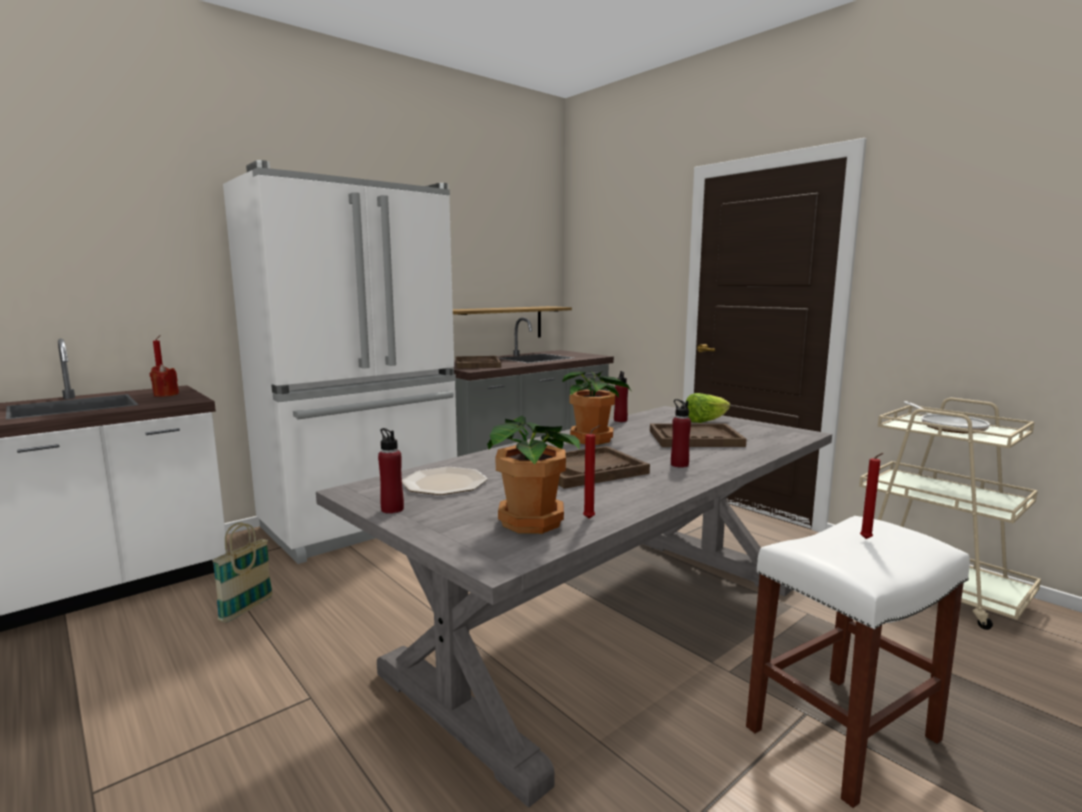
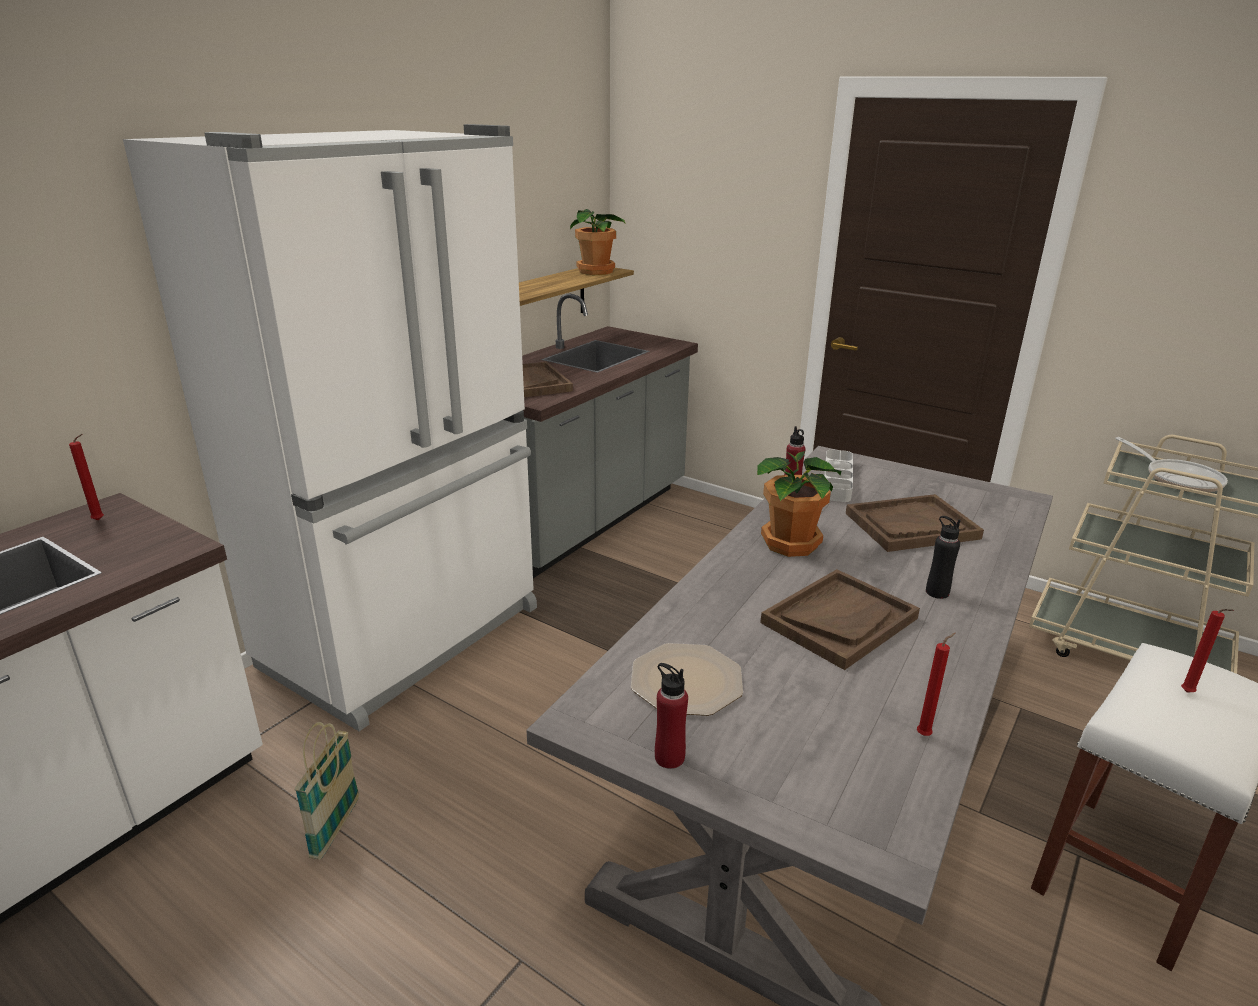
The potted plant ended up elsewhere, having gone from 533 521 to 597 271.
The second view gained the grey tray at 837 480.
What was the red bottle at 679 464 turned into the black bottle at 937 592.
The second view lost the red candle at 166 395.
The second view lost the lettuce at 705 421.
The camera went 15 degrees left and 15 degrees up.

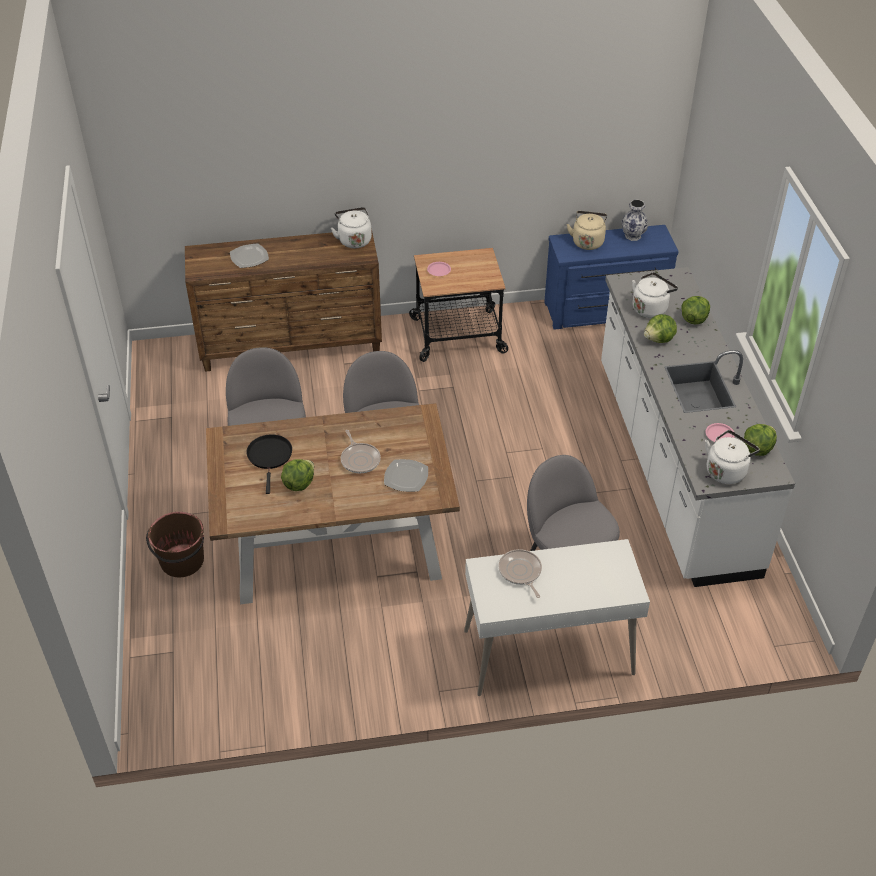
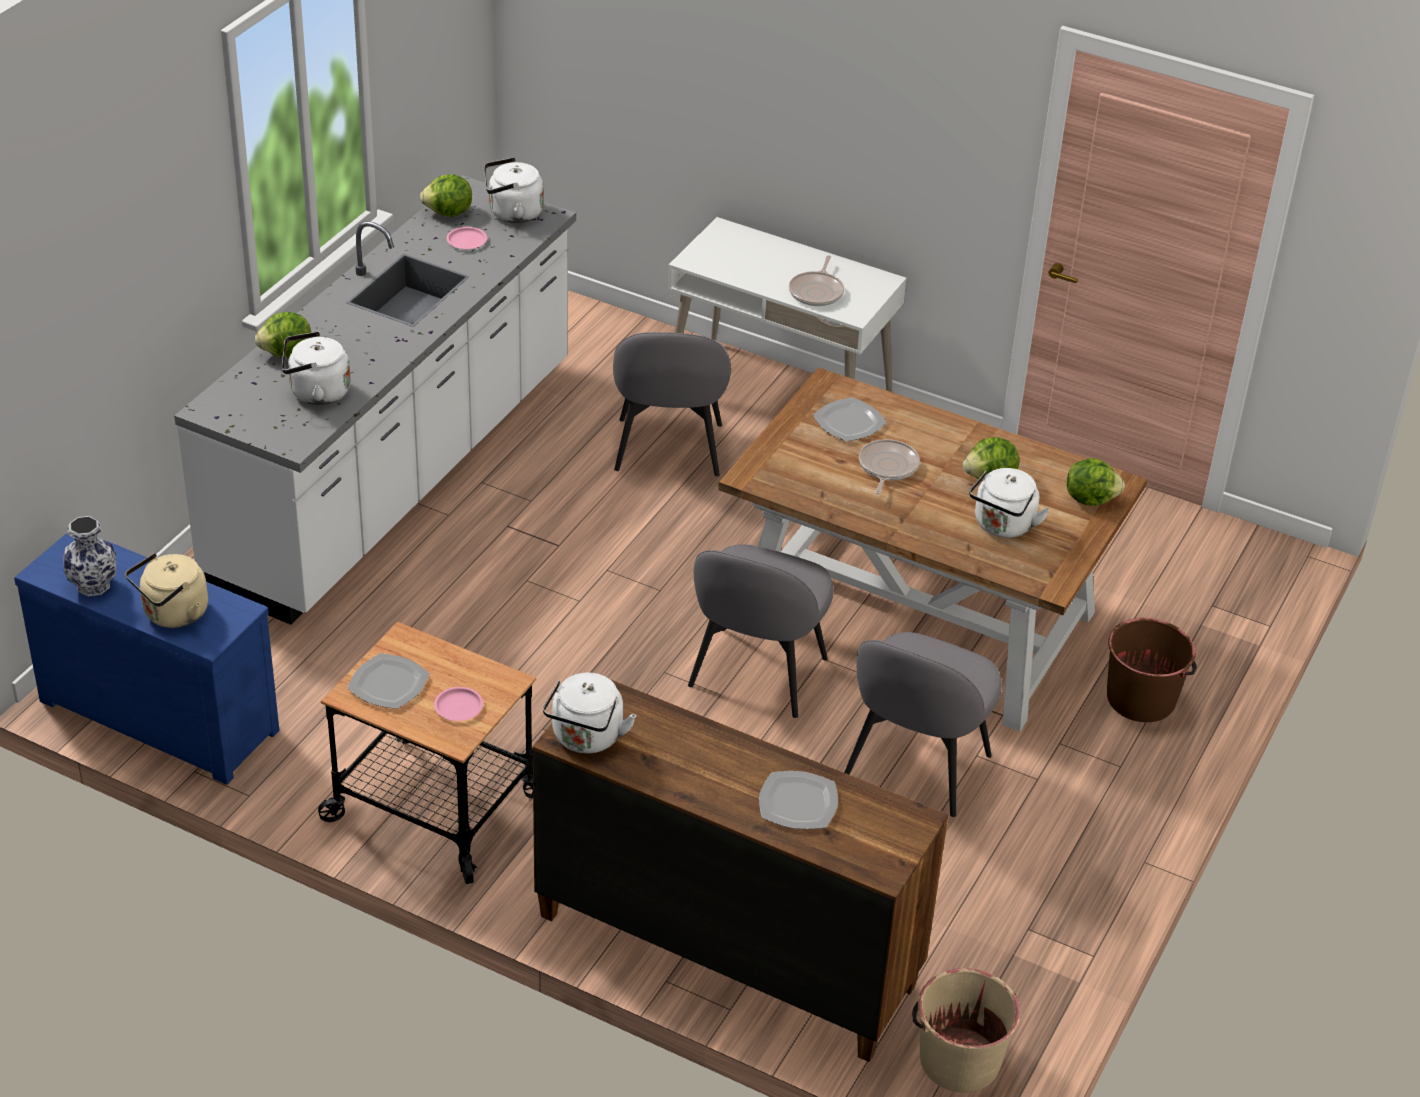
The second view gained the plate at 389 683.
The second view gained the beige bucket at 958 1059.
Where the black frying pan stood at 270 457, the white kettle came to stand at 1002 526.
The lettuce ended up elsewhere, having gone from 659 339 to 1090 498.
The camera went 145 degrees left and 5 degrees down.

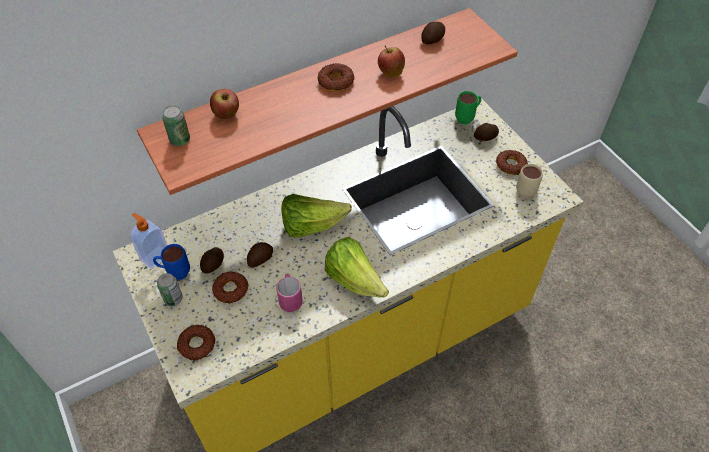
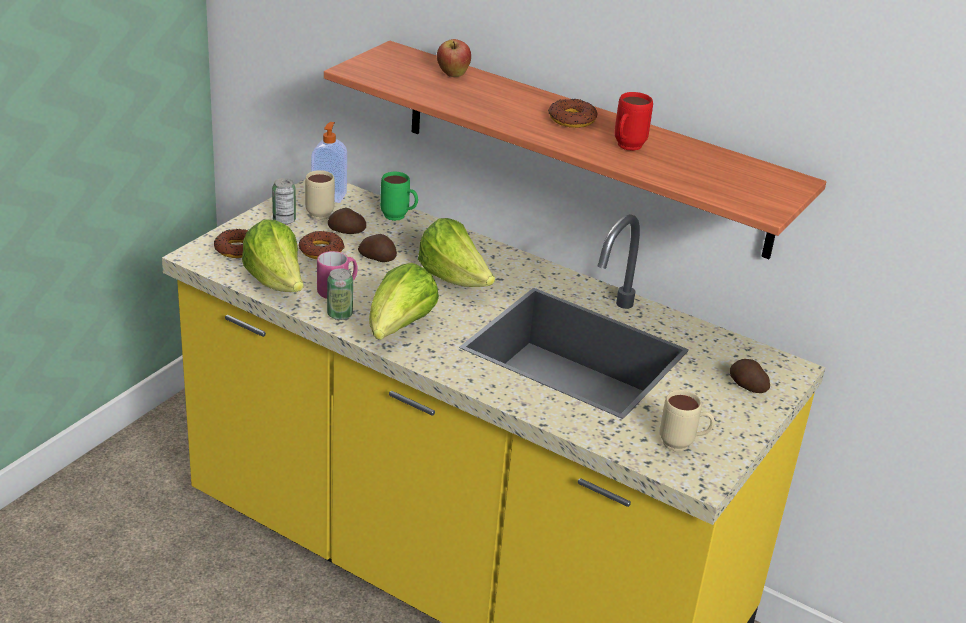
The second view gained the lettuce at 276 283.
What was the blue mug at 175 273 turned into the beige mug at 317 212.
The can ended up elsewhere, having gone from 180 140 to 339 314.
The green mug ended up elsewhere, having gone from 467 118 to 399 218.
Where the apple stood at 390 73, the red mug came to stand at 626 148.
The second view lost the potato at 433 40.
The second view lost the donut at 511 165.
The camera went 60 degrees right and 20 degrees down.

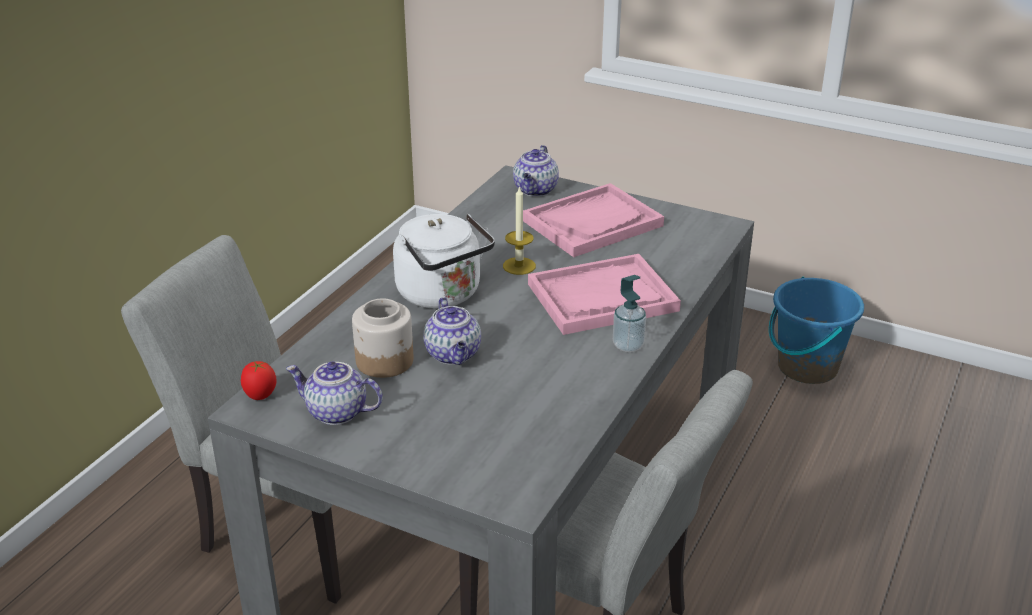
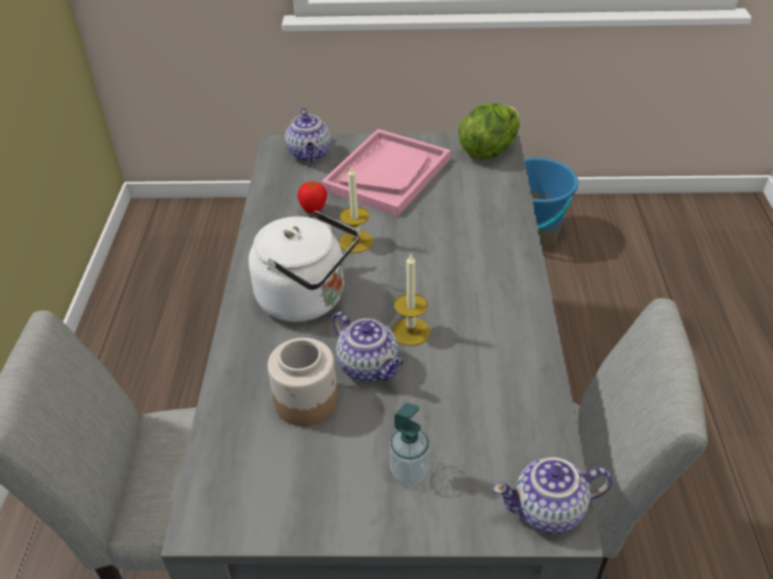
The tomato ended up elsewhere, having gone from 260 396 to 313 210.
The soap dispenser ended up elsewhere, having gone from 628 345 to 409 472.
The second view gained the candle at 411 331.
The second view gained the lettuce at 489 150.
The teapot ended up elsewhere, having gone from 335 413 to 548 512.
The second view lost the pink tray at 602 298.
The camera went 25 degrees left and 10 degrees up.

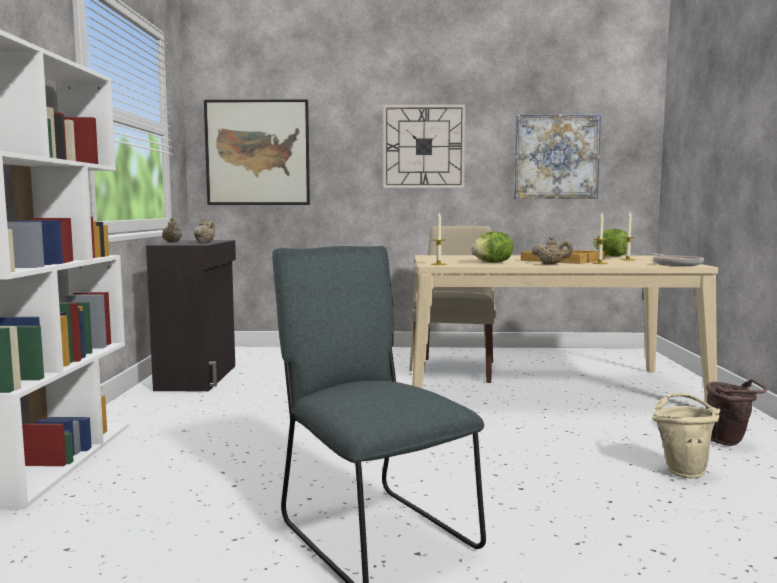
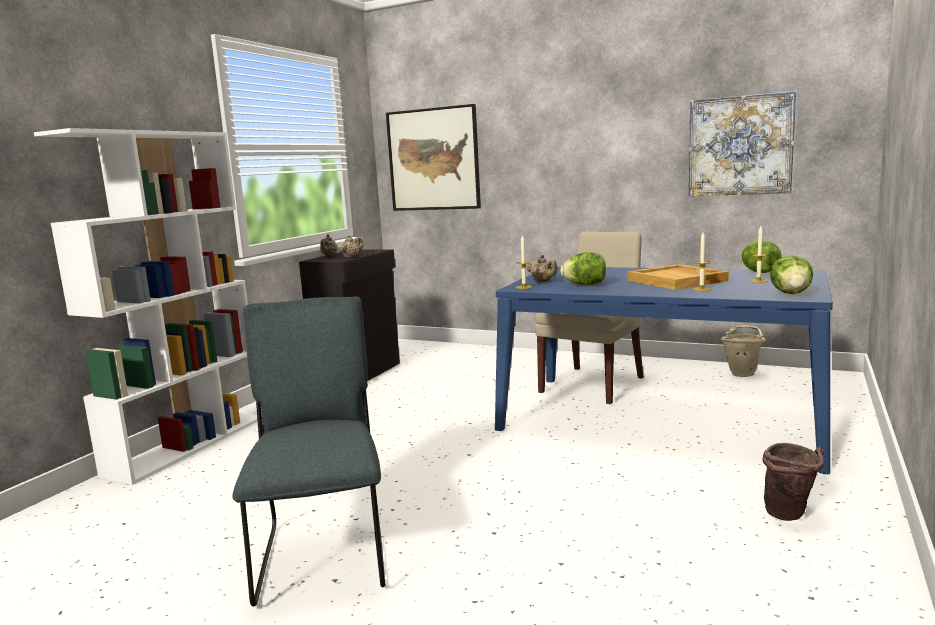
What was the beige dining table at 545 388 turned into the blue dining table at 660 417.
The beige teapot ended up elsewhere, having gone from 551 264 to 542 281.
The beige bucket ended up elsewhere, having gone from 683 470 to 743 373.
Where the frying pan stood at 675 264, the lettuce came to stand at 791 294.
The second view lost the wall clock at 423 146.
The camera went 25 degrees right and 5 degrees up.

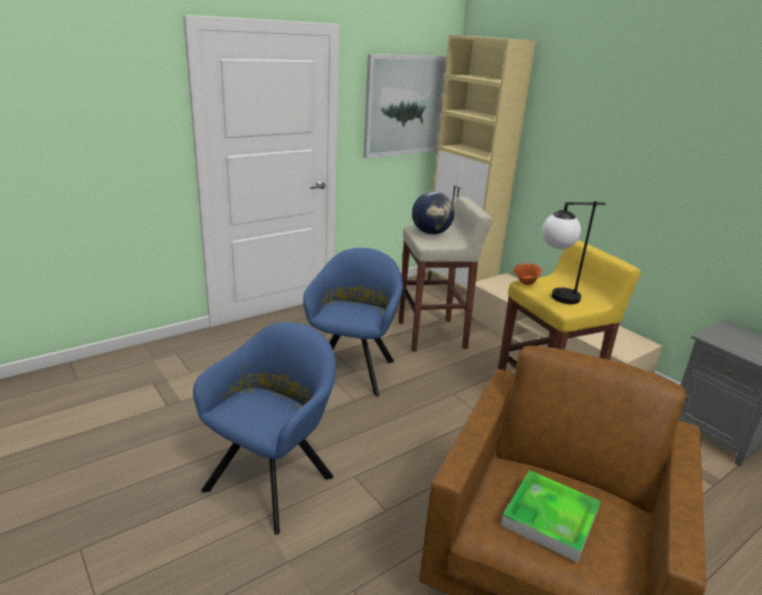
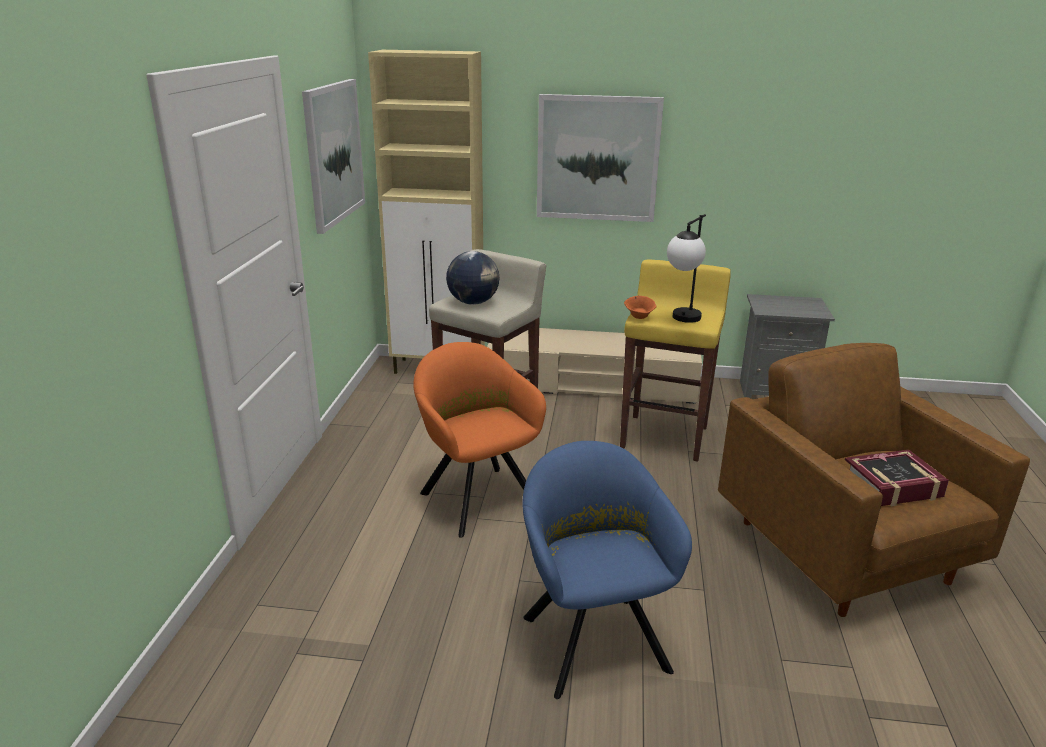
What was the blue armchair at 353 368 turned into the orange armchair at 477 496.
The second view gained the picture at 597 158.
Where the tray stood at 550 518, the book came to stand at 892 486.
The camera went 45 degrees left and 0 degrees up.

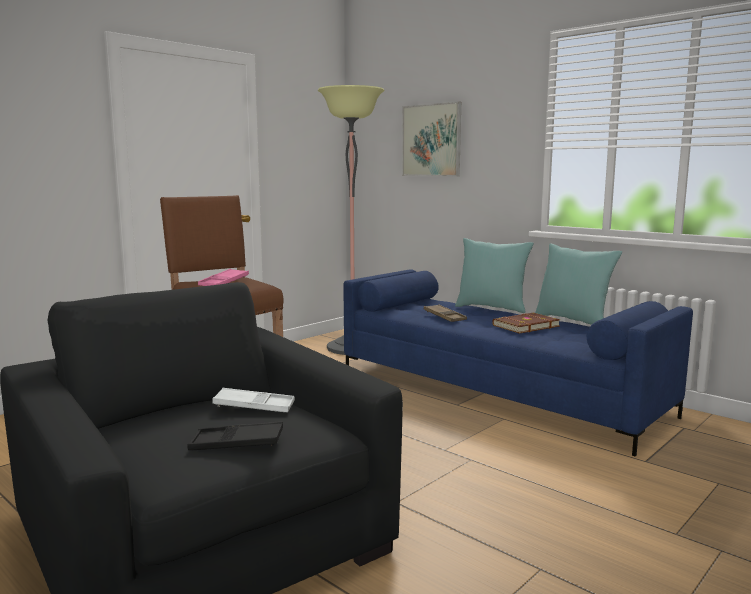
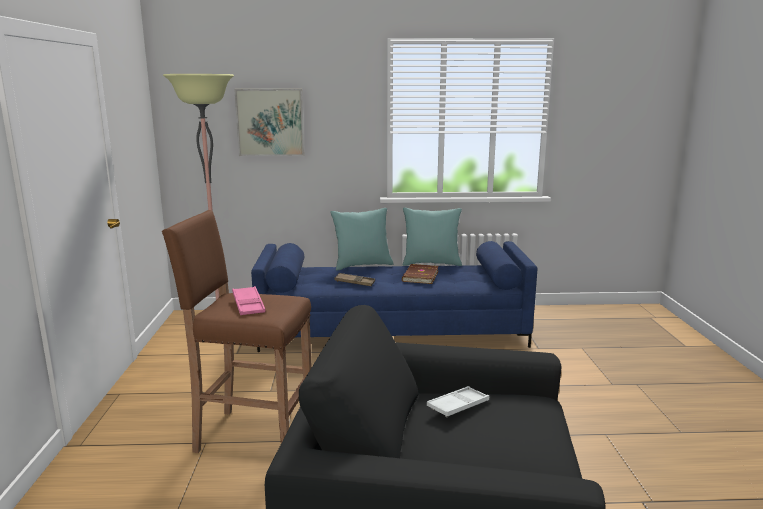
The second view lost the black tray at 236 443.
The camera went 45 degrees left and 5 degrees up.

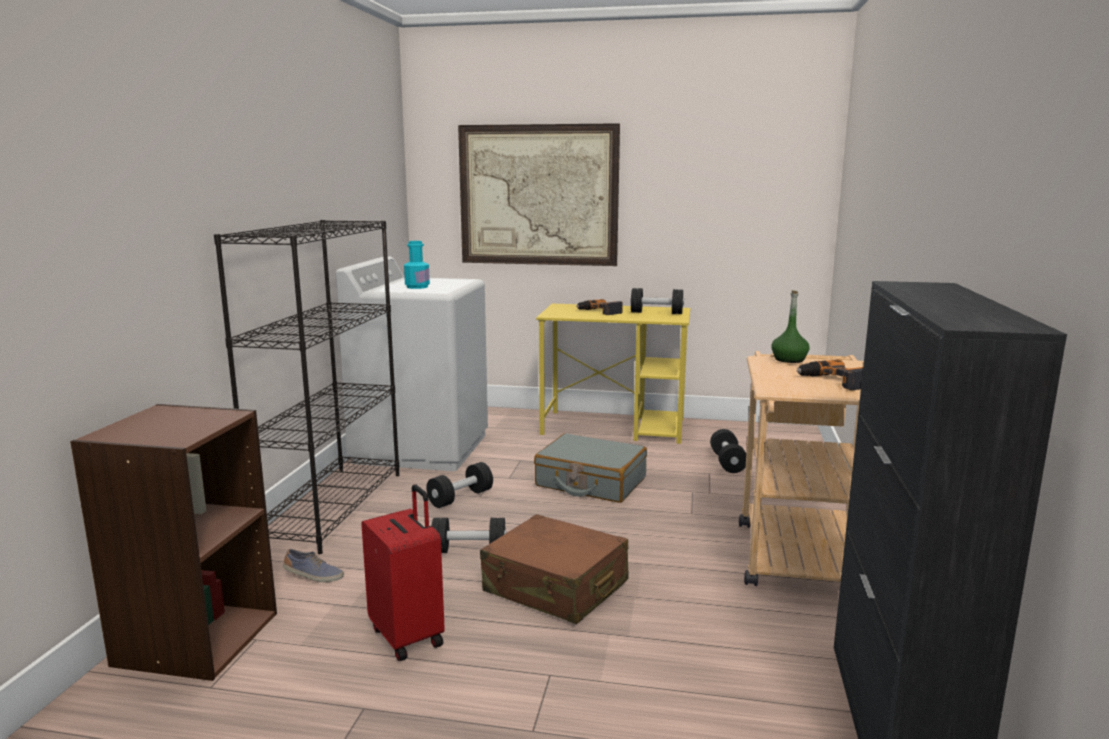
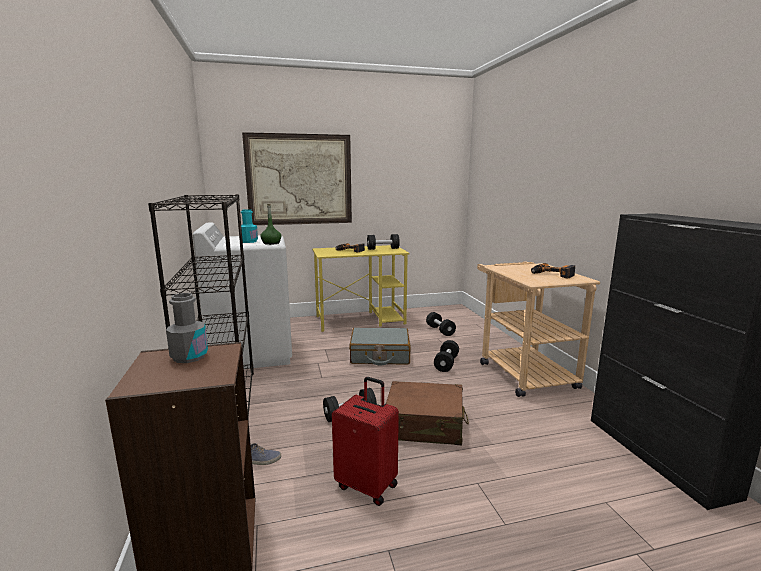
The second view gained the grey bottle at 189 356.
The green bottle ended up elsewhere, having gone from 789 359 to 271 243.
The black dumbbell ended up elsewhere, having gone from 460 498 to 446 364.
The camera went 25 degrees left and 0 degrees up.

